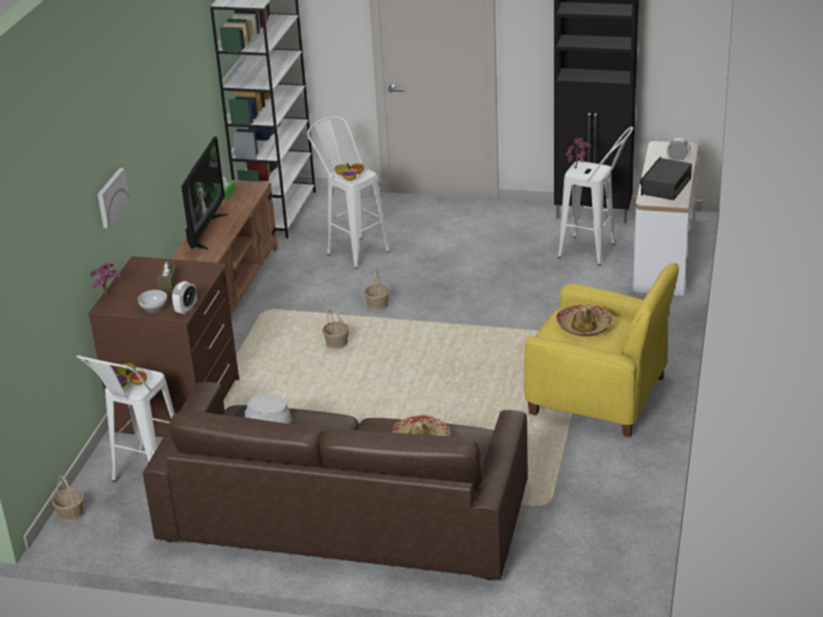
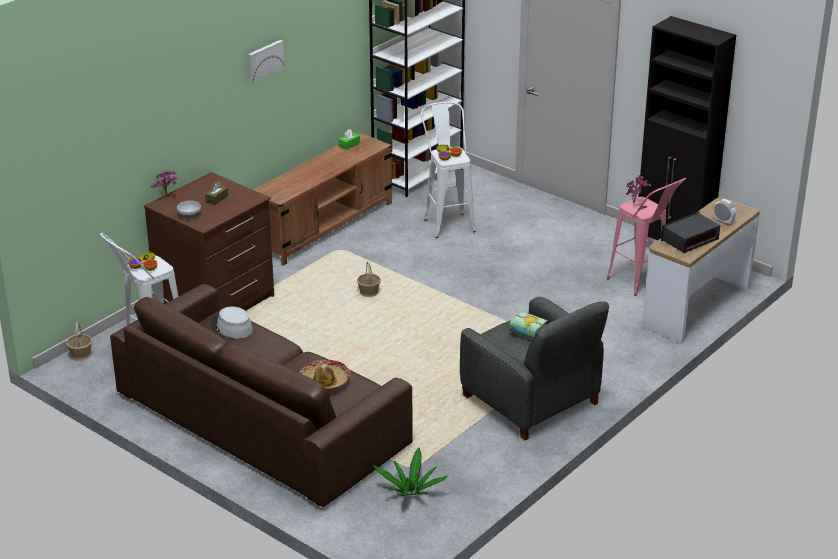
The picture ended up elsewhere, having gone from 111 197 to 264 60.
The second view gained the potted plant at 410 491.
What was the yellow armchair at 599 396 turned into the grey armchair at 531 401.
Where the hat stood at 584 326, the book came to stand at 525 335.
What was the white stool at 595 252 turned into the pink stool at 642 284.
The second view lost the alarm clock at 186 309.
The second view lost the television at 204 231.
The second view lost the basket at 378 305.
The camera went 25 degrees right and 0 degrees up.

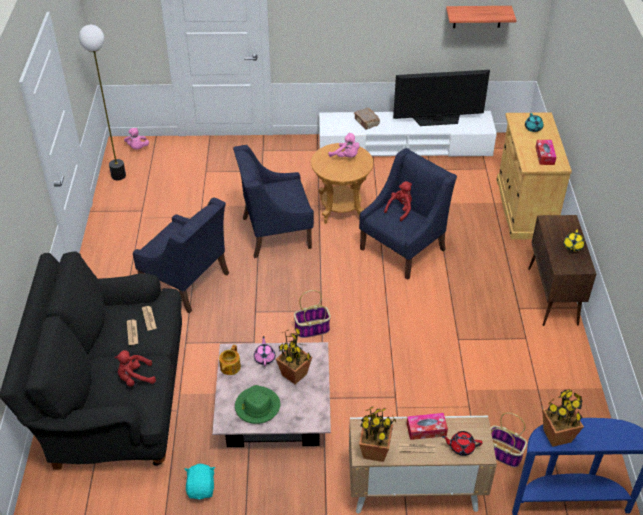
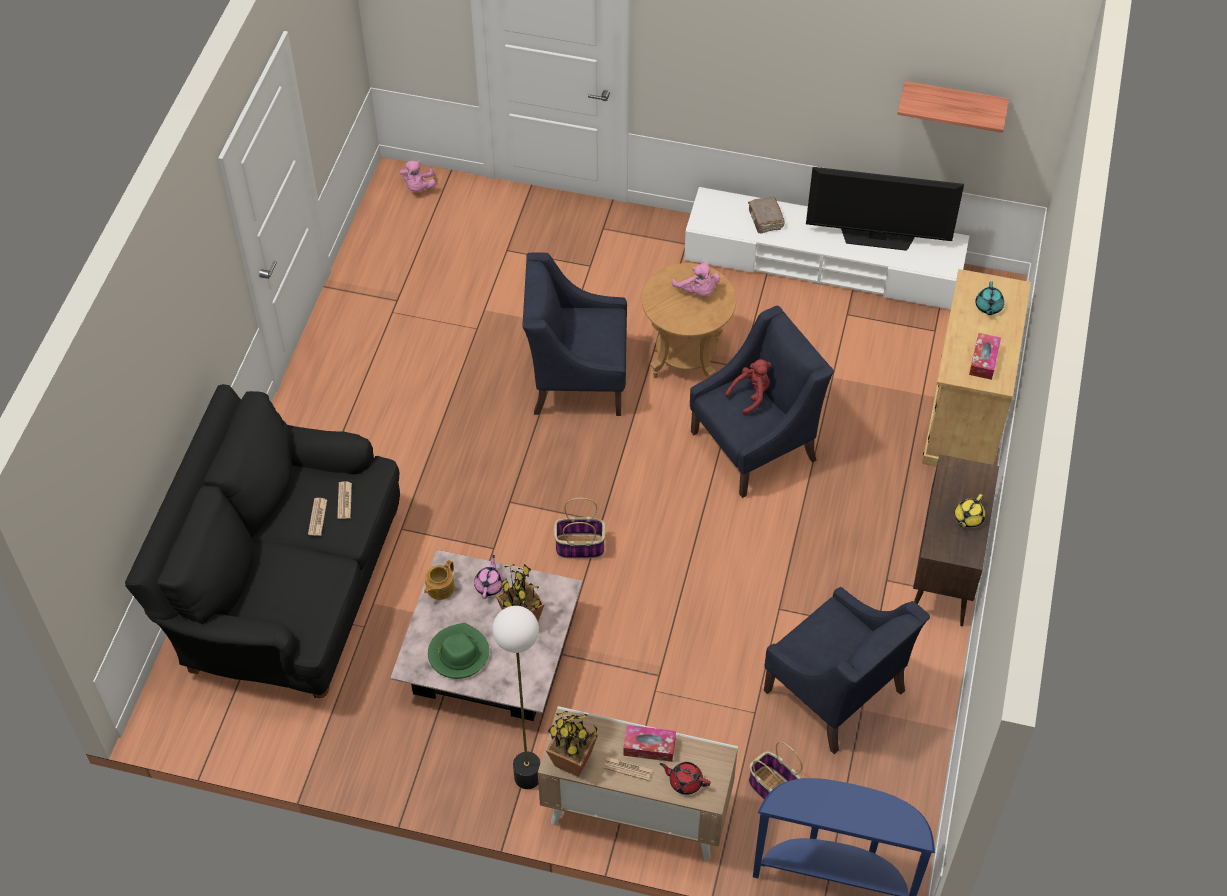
The floor lamp ended up elsewhere, having gone from 118 175 to 528 776.
The blue armchair ended up elsewhere, having gone from 186 282 to 835 692.
The second view lost the red plush toy at 135 378.
The second view lost the turquoise plush toy at 201 488.
The second view lost the potted plant at 557 436.
The camera went 15 degrees right and 10 degrees up.

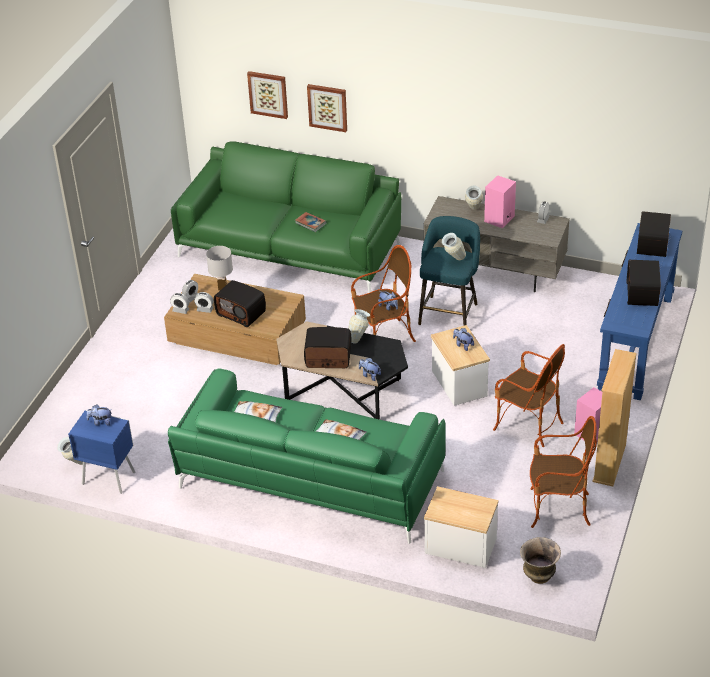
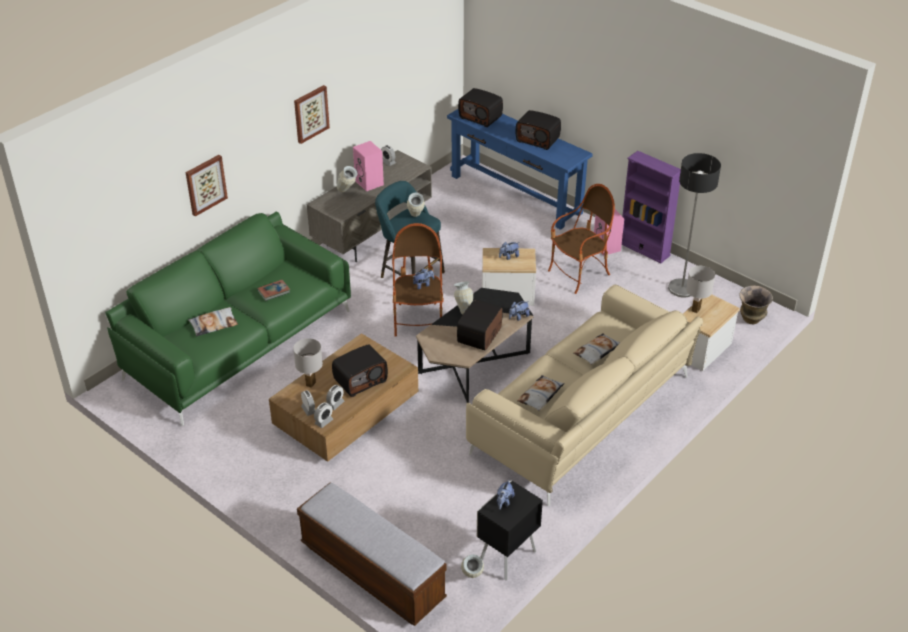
The second view gained the pillow at 214 324.
The picture ended up elsewhere, having gone from 268 94 to 310 113.
The second view gained the bench at 372 572.
What was the green sofa at 309 481 turned into the beige sofa at 584 415.
What was the blue nightstand at 108 477 turned into the black nightstand at 506 557.
What was the beige bookcase at 609 463 turned into the purple bookcase at 644 249.
Where the armchair stood at 558 509, the floor lamp came to stand at 682 288.
The second view gained the white table lamp at 696 310.
The camera went 70 degrees left and 0 degrees up.

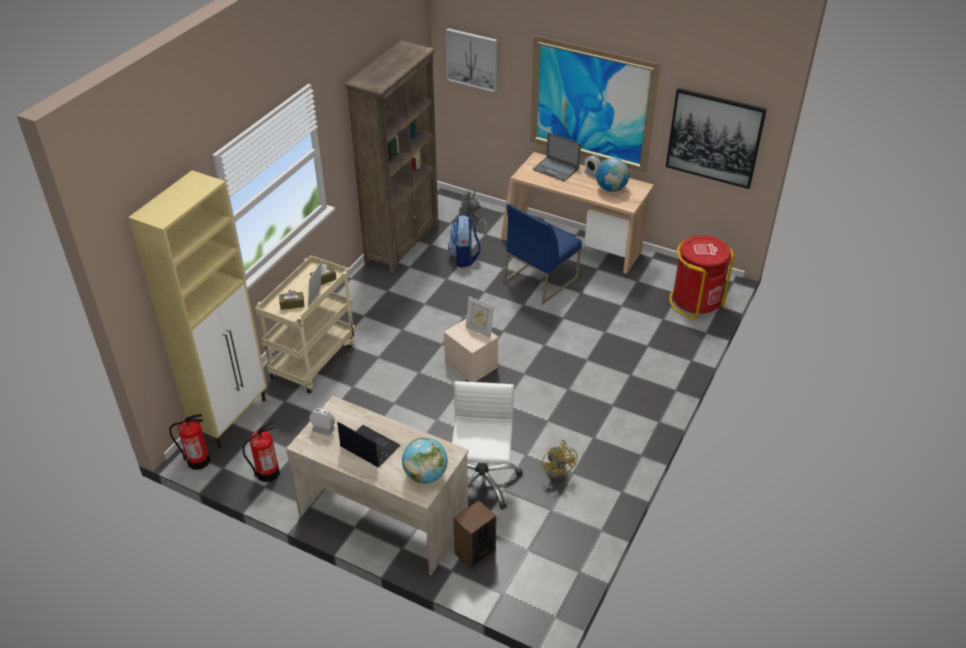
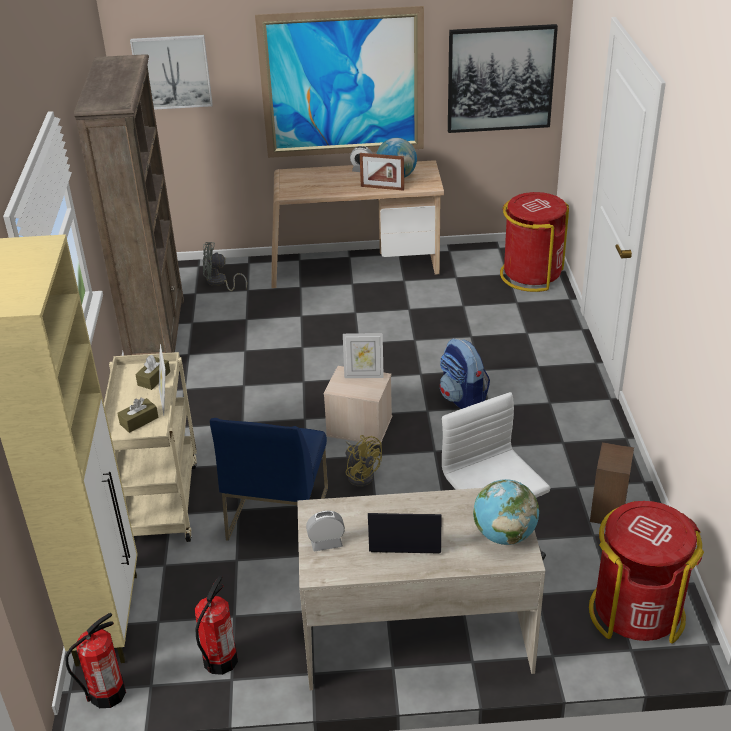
The blue chair ended up elsewhere, having gone from 540 279 to 277 512.
The yellow fan ended up elsewhere, having gone from 559 469 to 361 474.
The second view gained the picture frame at 382 188.
The backpack ended up elsewhere, having gone from 464 258 to 463 399.
The second view gained the red trash can at 636 612.
The speaker ended up elsewhere, having gone from 474 552 to 607 510.
The second view lost the laptop at 556 169.
The camera went 30 degrees left and 5 degrees down.

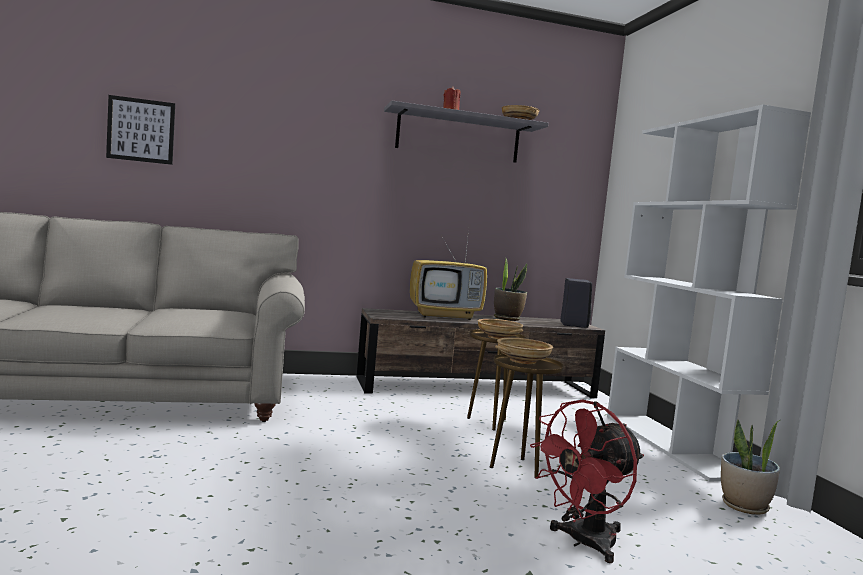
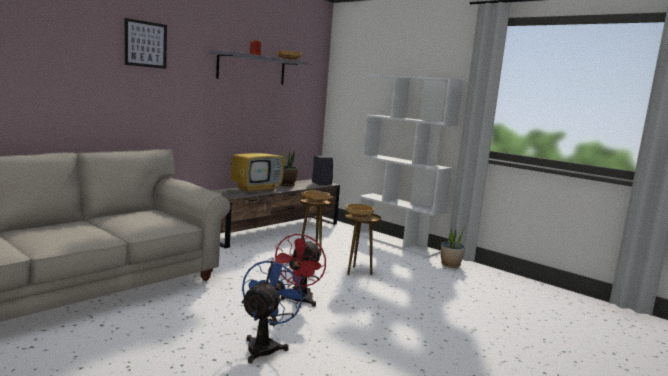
The picture ended up elsewhere, having gone from 141 130 to 145 44.
The second view gained the blue fan at 265 346.
The red fan ended up elsewhere, having gone from 583 543 to 299 301.
The camera went 35 degrees left and 5 degrees up.

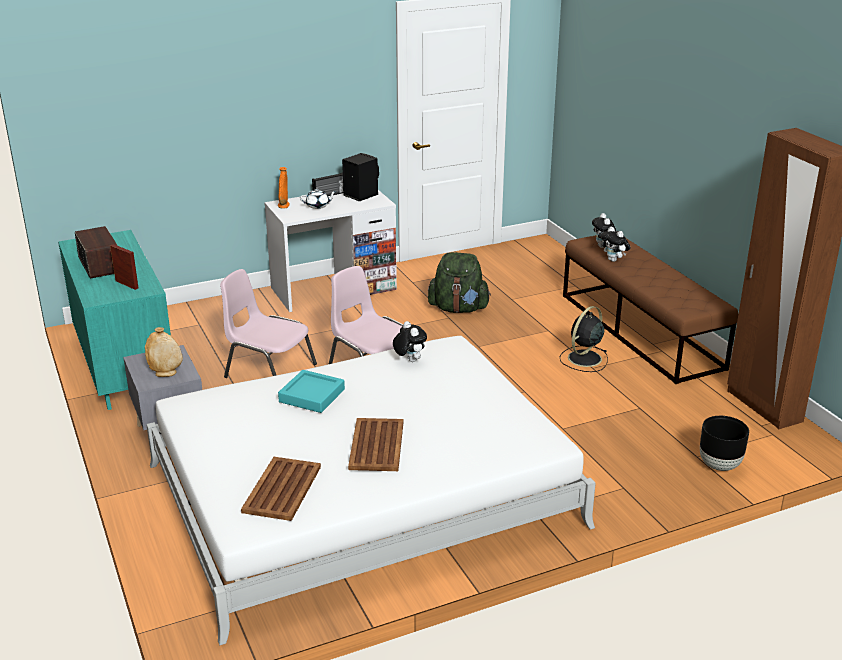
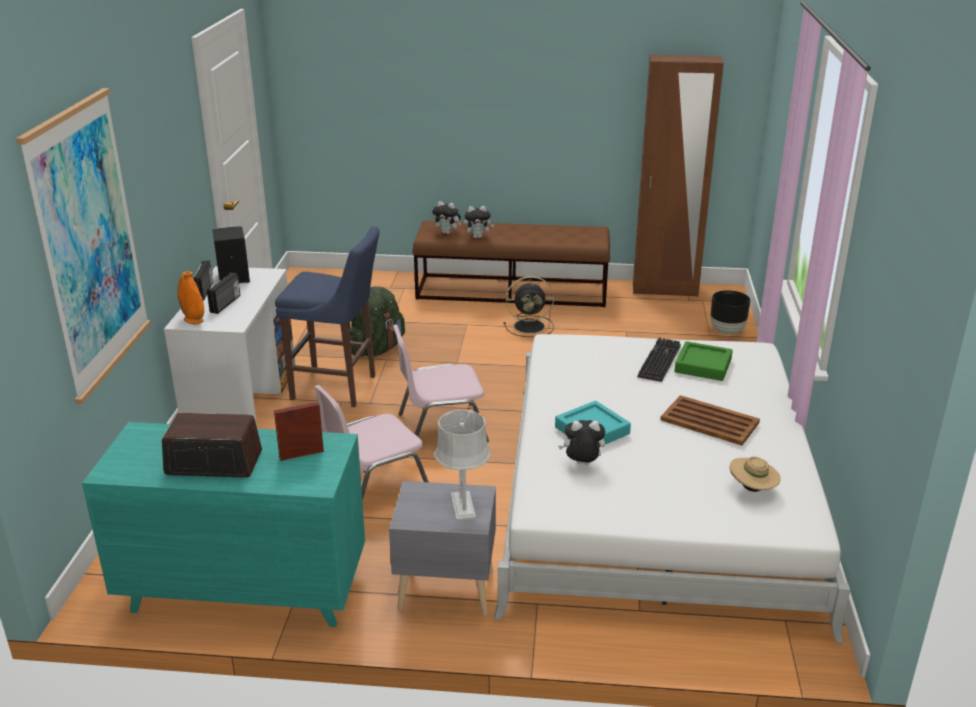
The second view gained the picture at 89 243.
Where the white teapot stood at 318 206, the radio came to stand at 226 304.
The second view gained the blue stool at 338 388.
Where the beige vase stood at 166 373, the grey table lamp came to stand at 462 506.
The black fan at 583 359 ended up facing another way, 75 degrees counterclockwise from before.
The plush toy ended up elsewhere, having gone from 409 360 to 582 464.
The second view gained the keyboard at 658 360.
The second view gained the green tray at 703 365.
Where the brown tray stood at 281 490, the beige hat came to stand at 752 489.
The camera went 60 degrees left and 0 degrees up.

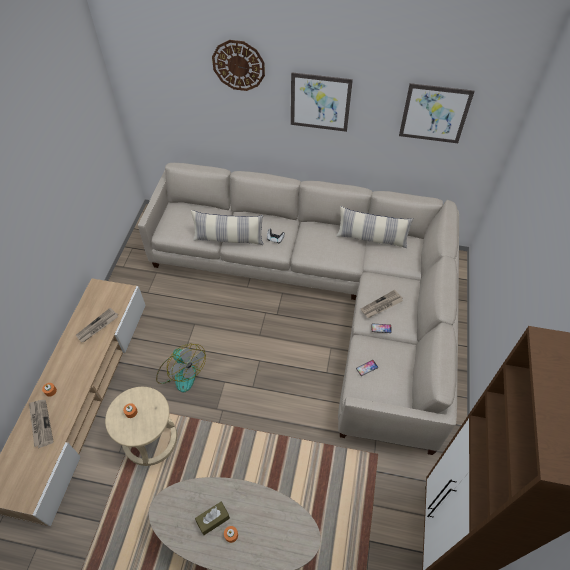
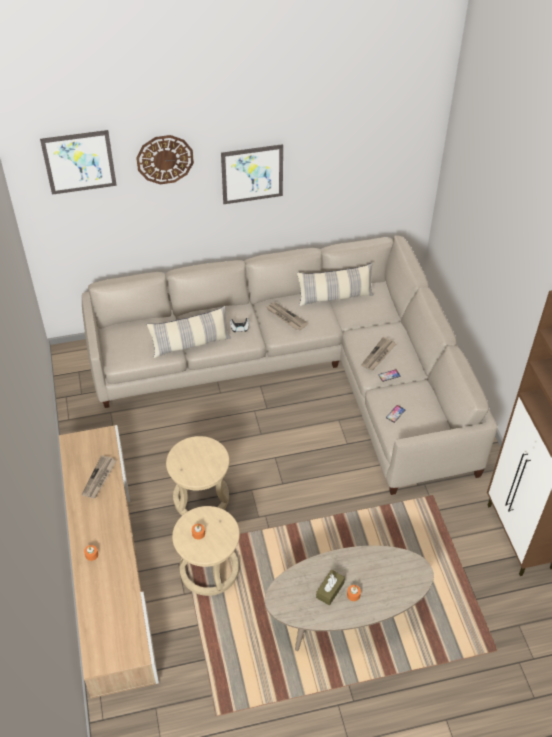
The picture ended up elsewhere, having gone from 434 113 to 79 162.
Where the fan stood at 181 372, the beige stool came to stand at 201 498.
The newspaper ended up elsewhere, having gone from 40 423 to 286 317.
The camera went 25 degrees left and 5 degrees down.

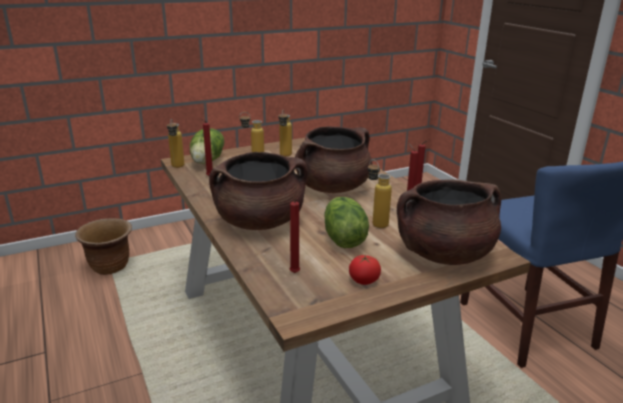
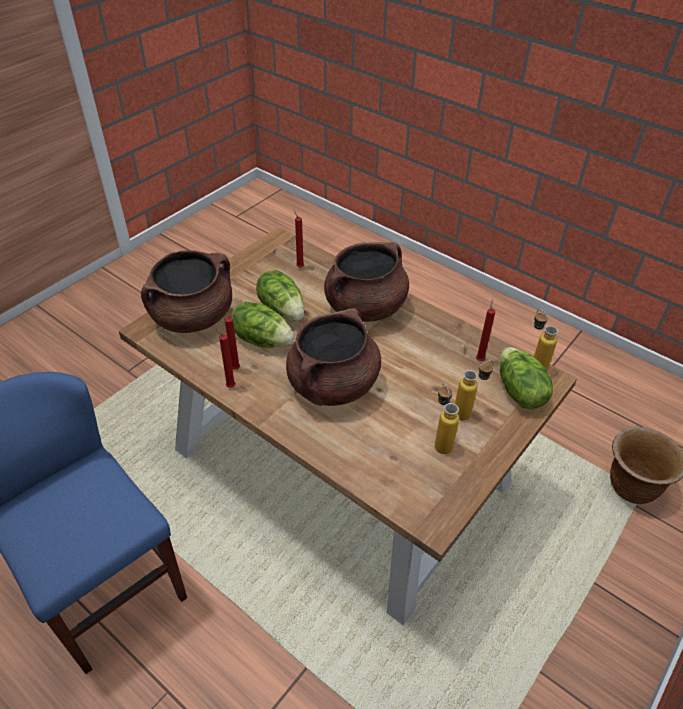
Where the bottle stood at 375 222, the lettuce came to stand at 262 339.
The second view lost the tomato at 364 280.
The camera went 155 degrees right and 20 degrees up.

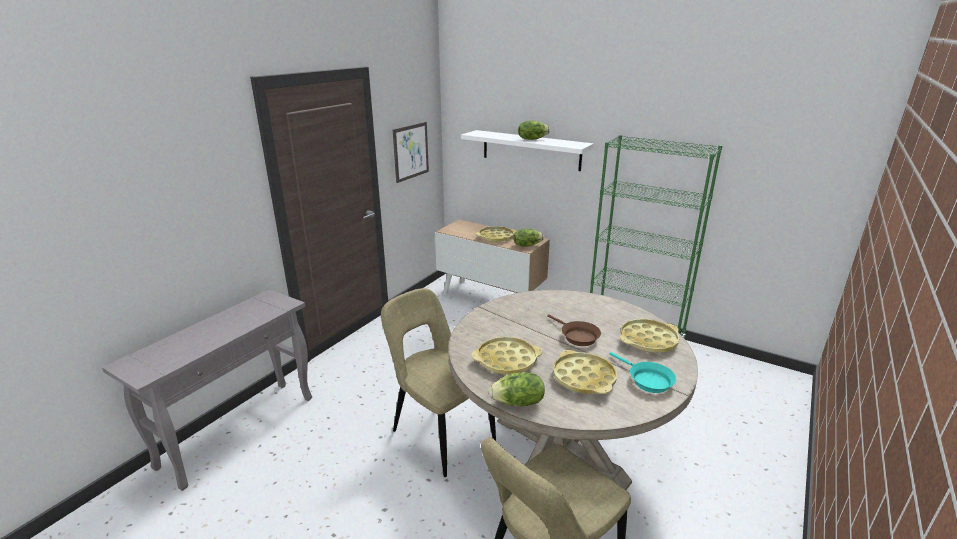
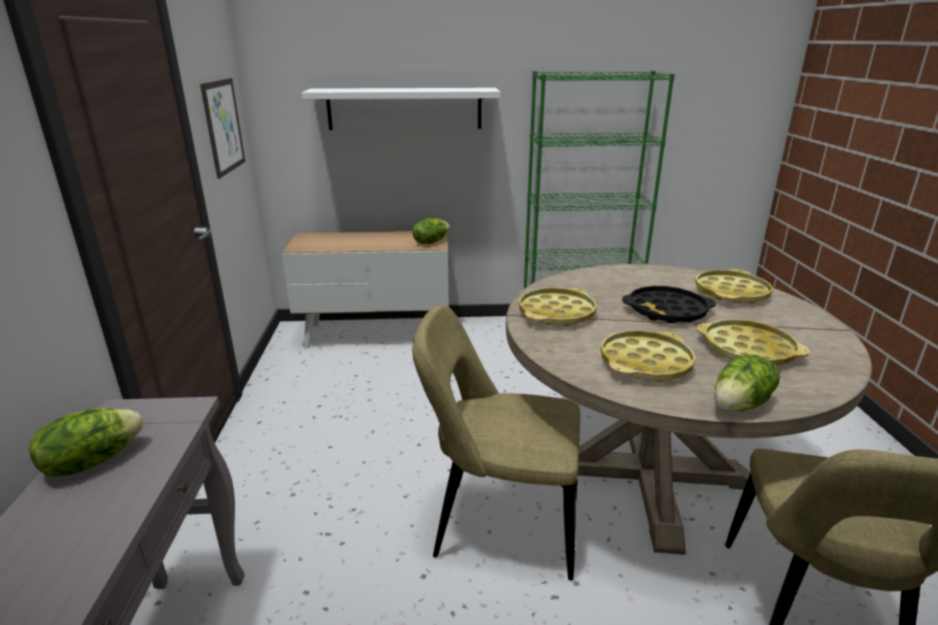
The lettuce ended up elsewhere, having gone from 532 139 to 92 461.
The yellow tray ended up elsewhere, having gone from 496 237 to 556 313.
Where the brown frying pan stood at 577 336, the black tray came to stand at 666 311.
The second view lost the turquoise frying pan at 647 380.
The camera went 35 degrees left and 0 degrees up.

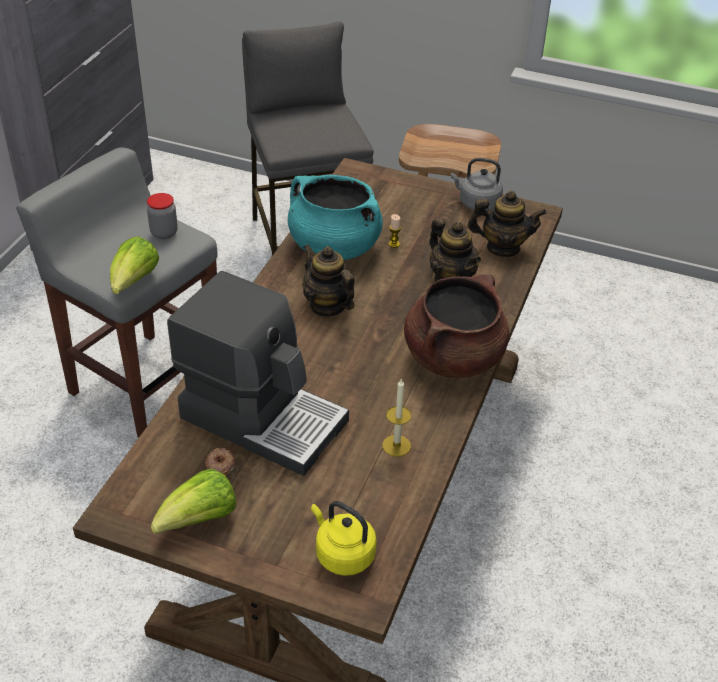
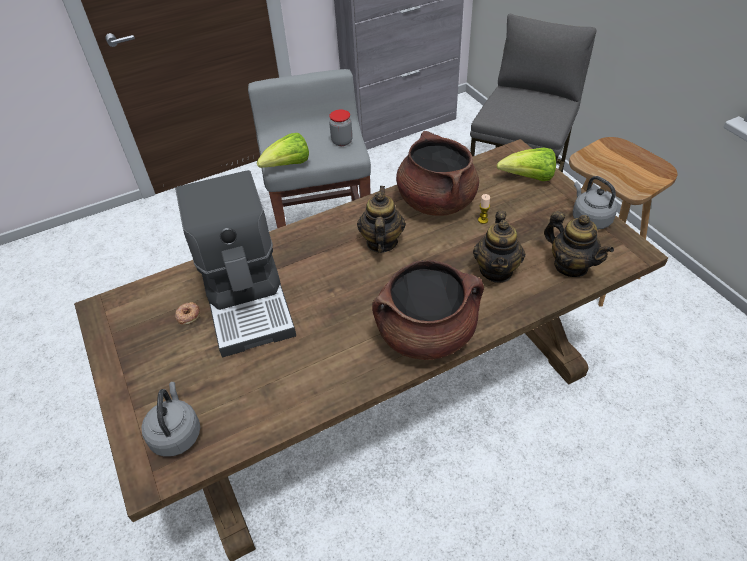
What was the yellow kettle at 342 554 turned into the grey kettle at 176 433.
What was the turquoise cooking pot at 334 247 turned into the brown cooking pot at 436 201.
The lettuce ended up elsewhere, having gone from 199 520 to 528 178.
The second view lost the candle at 396 445.
The camera went 45 degrees right and 5 degrees up.

